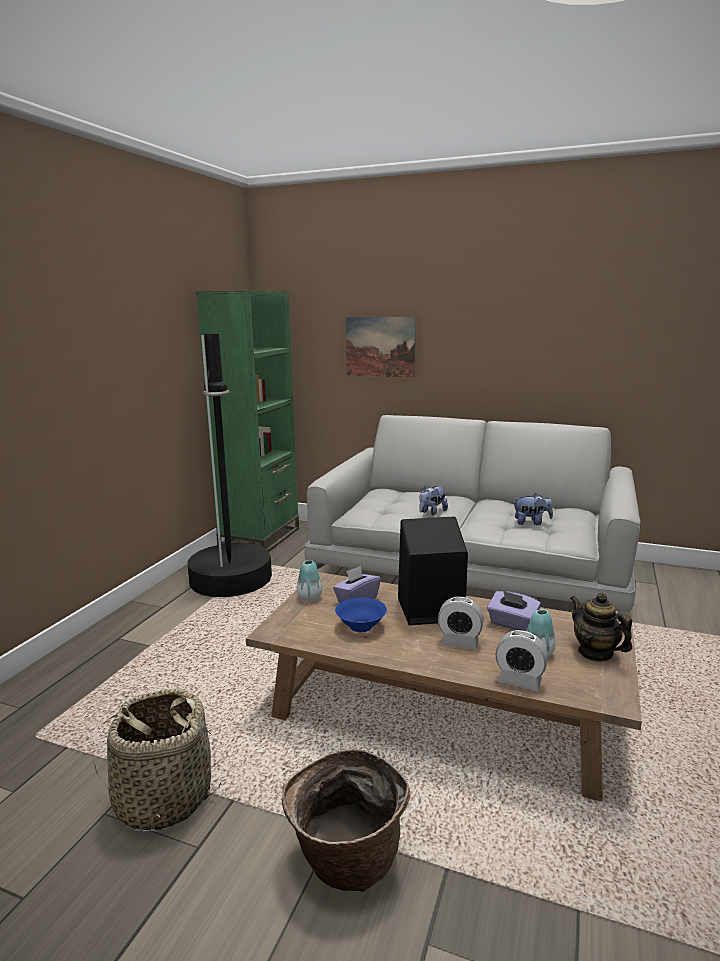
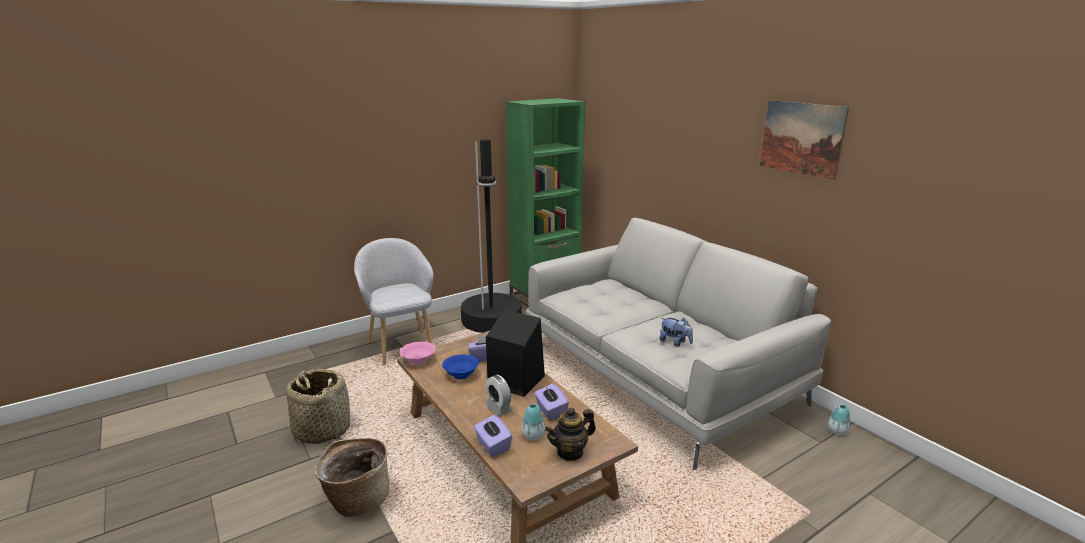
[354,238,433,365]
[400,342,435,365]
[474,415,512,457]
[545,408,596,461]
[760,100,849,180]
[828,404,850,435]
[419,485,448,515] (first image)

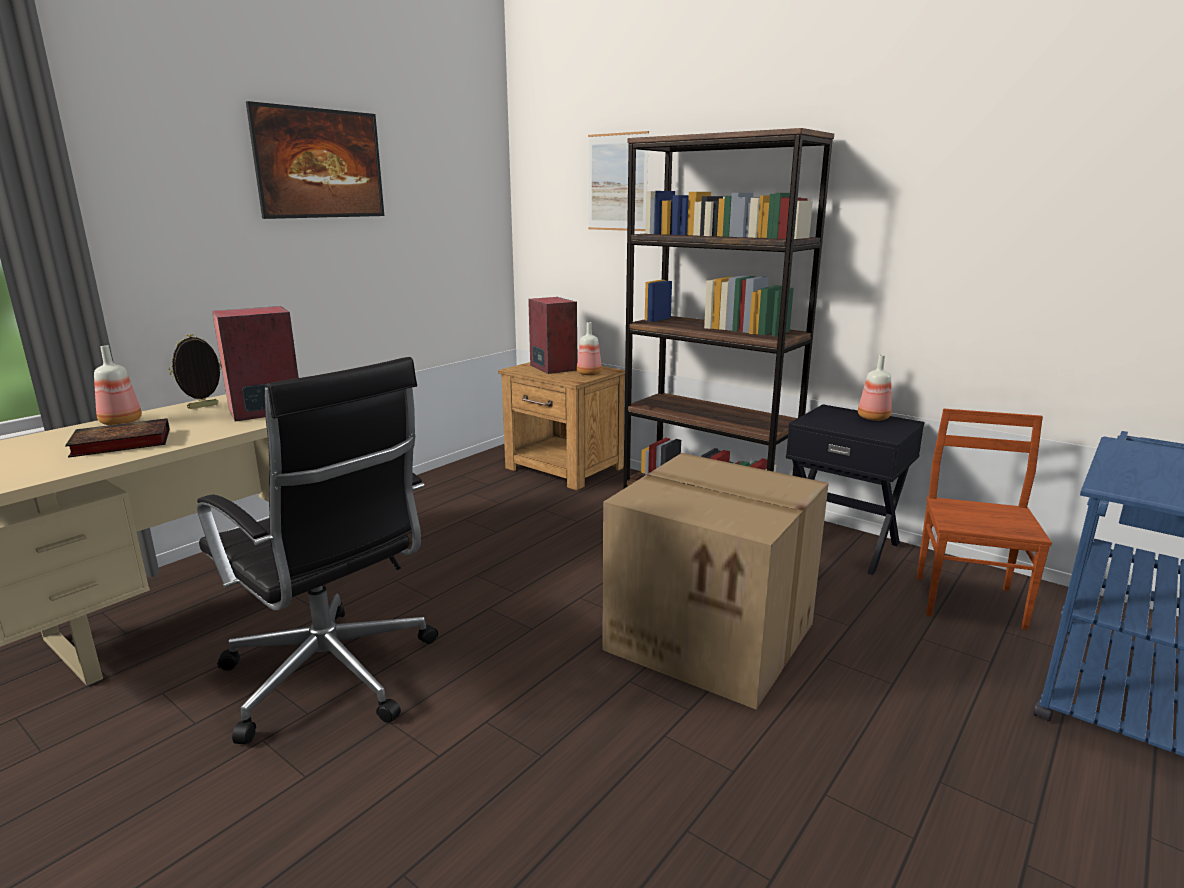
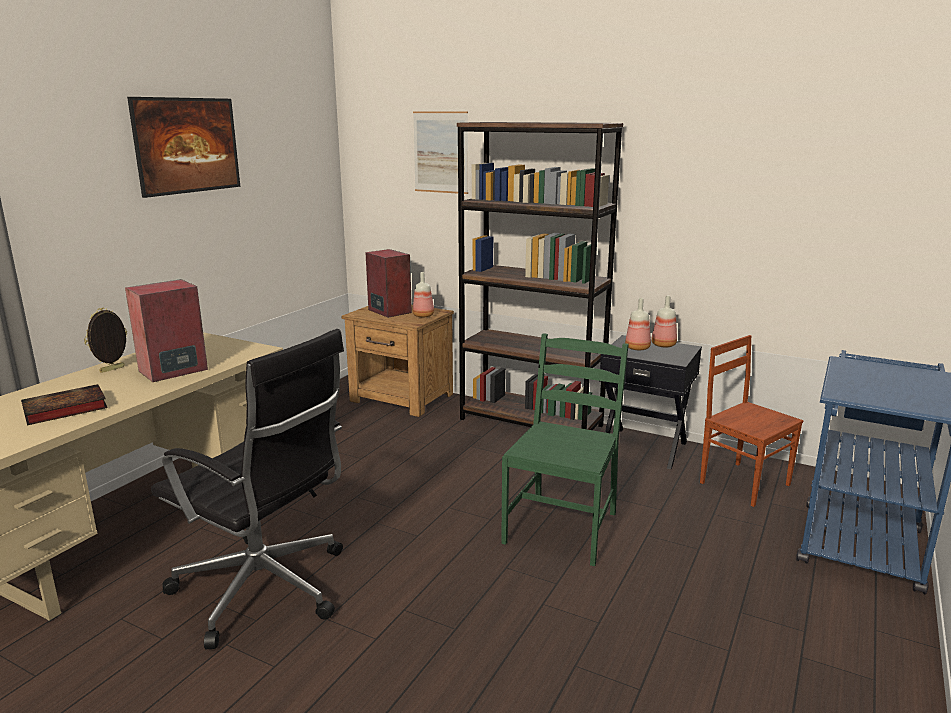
[501,333,629,566]
[625,298,651,350]
[700,335,803,507]

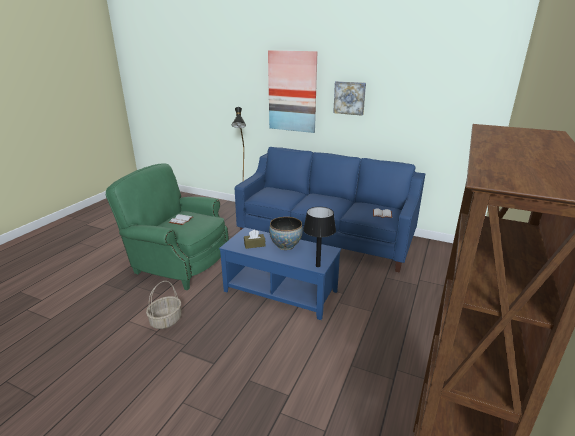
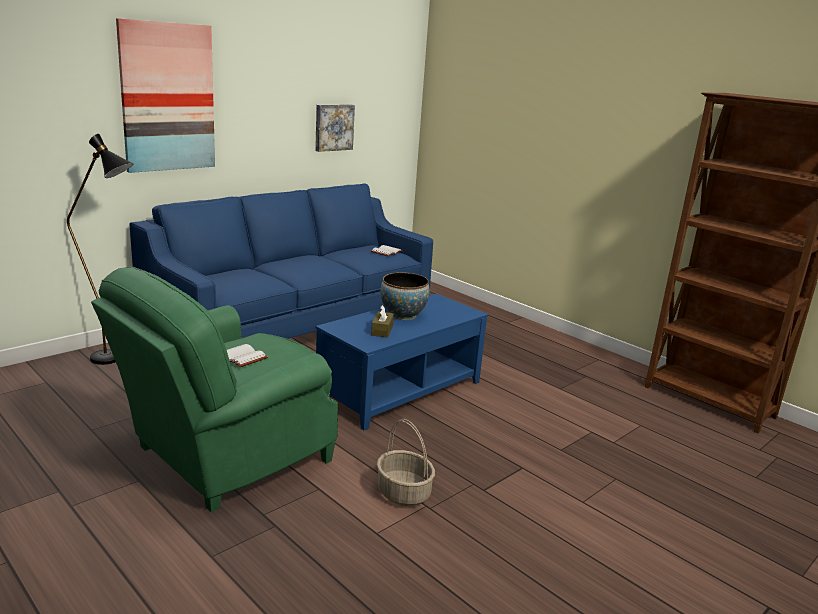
[315,105,355,152]
[303,207,336,267] (first image)

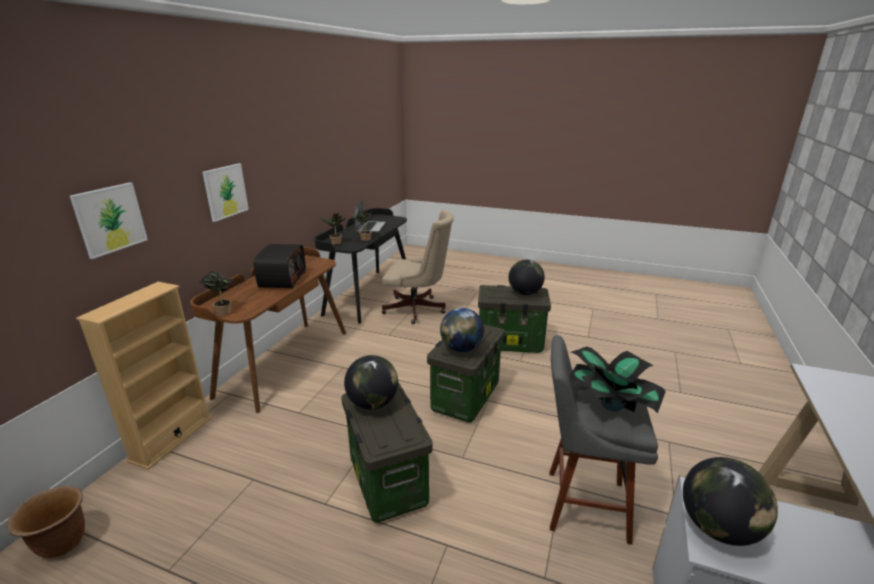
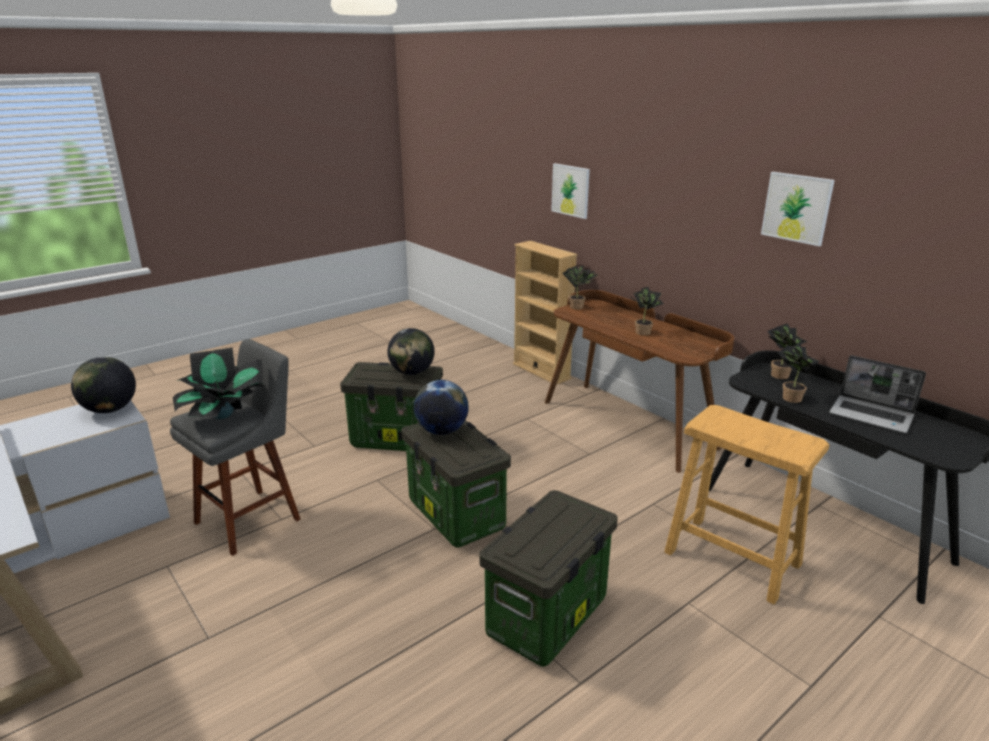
[631,287,664,336]
[664,405,829,605]
[761,172,835,246]
[6,486,85,558] (first image)
[509,260,545,295] (first image)

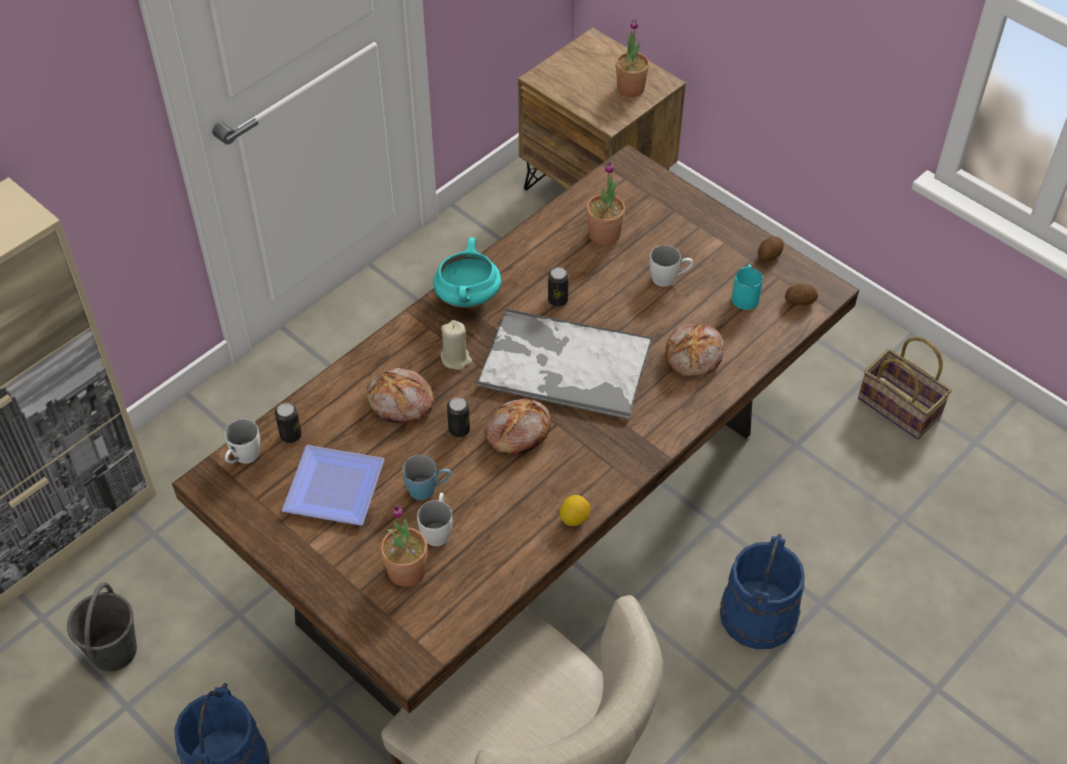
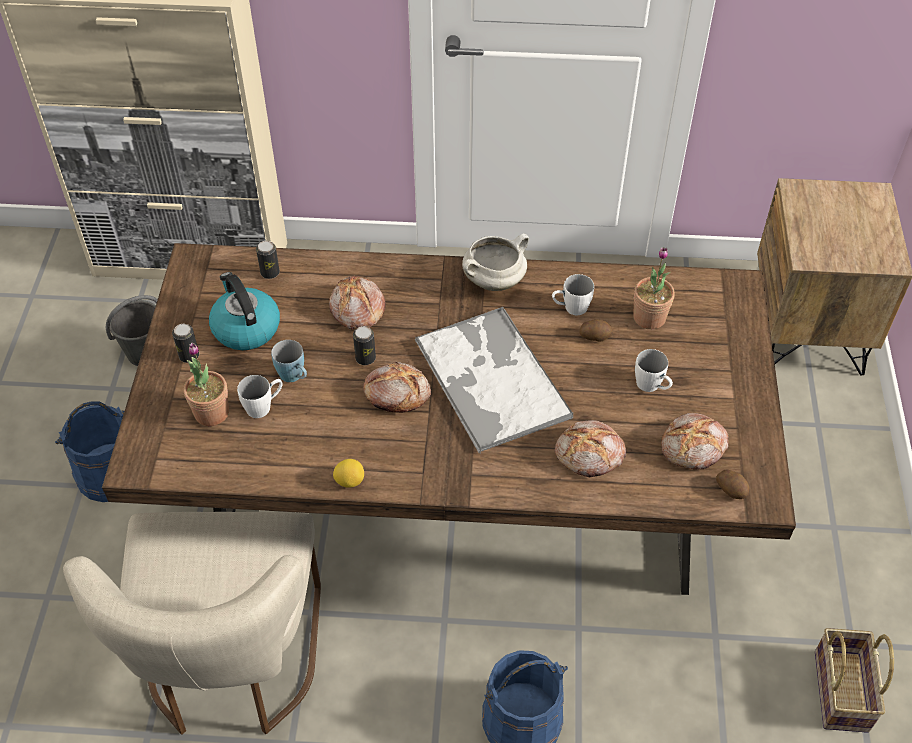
[172,324,199,363]
[209,272,280,350]
[462,234,529,291]
[552,274,594,315]
[580,319,613,341]
[661,413,729,470]
[440,320,472,370] (first image)
[616,19,649,97] (first image)

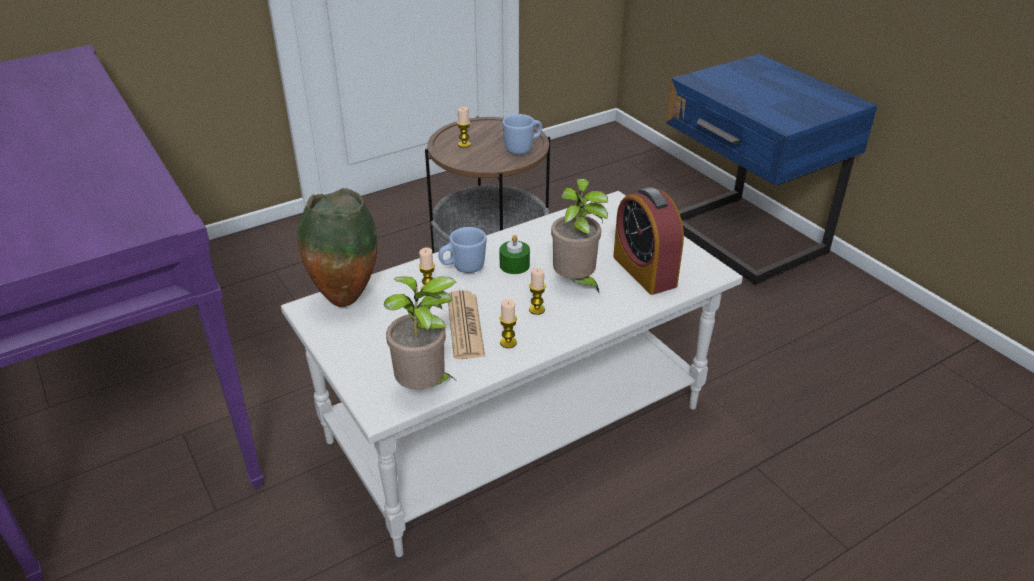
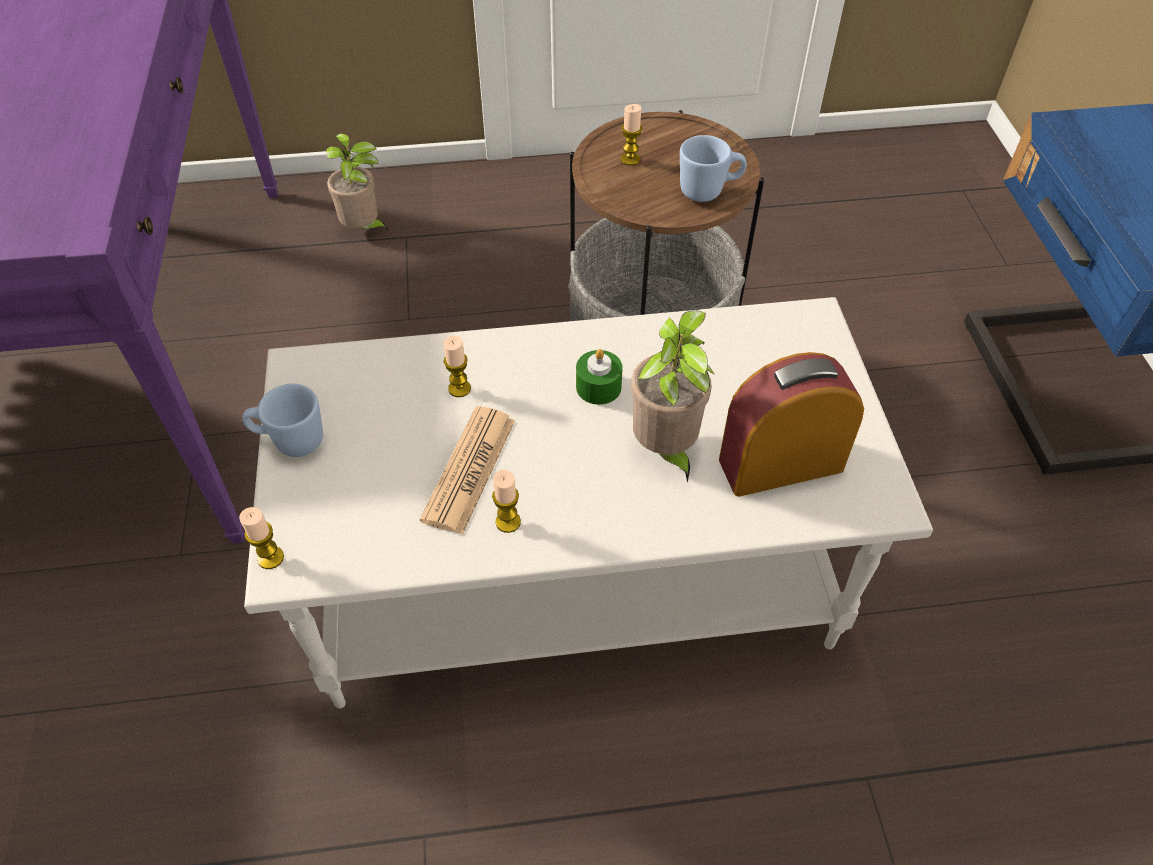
[239,507,284,569]
[242,384,323,457]
[326,133,389,230]
[719,352,864,497]
[298,188,377,307] (first image)

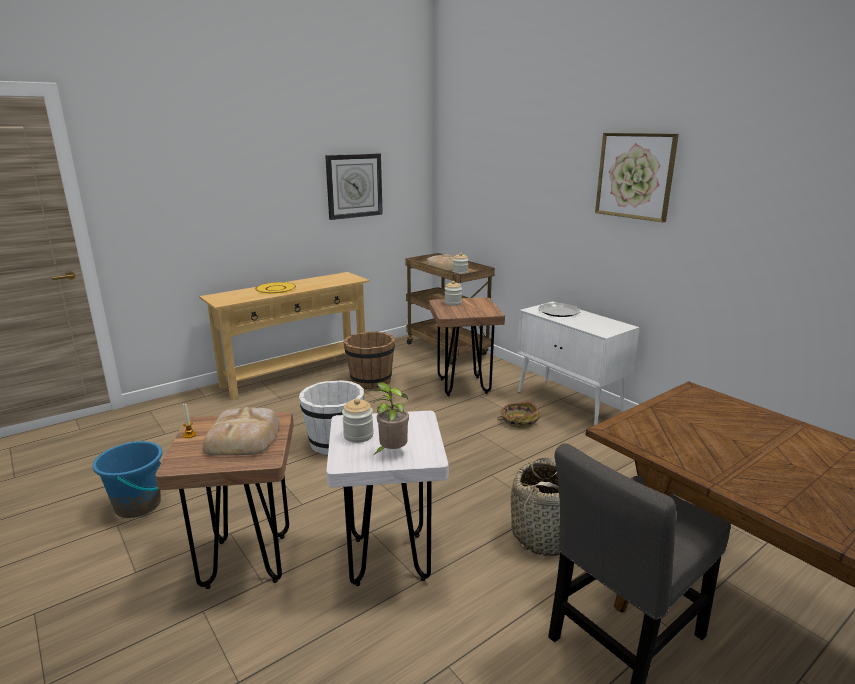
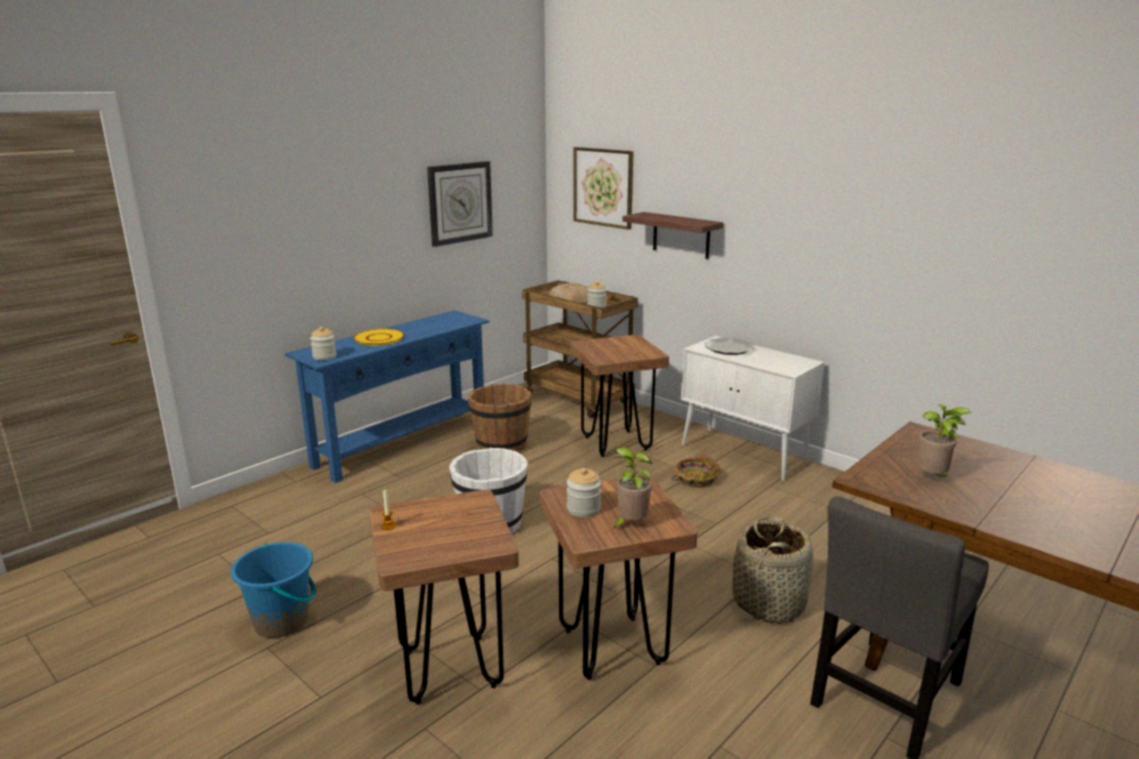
[285,310,489,483]
[310,327,336,360]
[540,475,697,680]
[573,147,634,230]
[622,212,723,259]
[916,404,971,479]
[202,407,280,455] (first image)

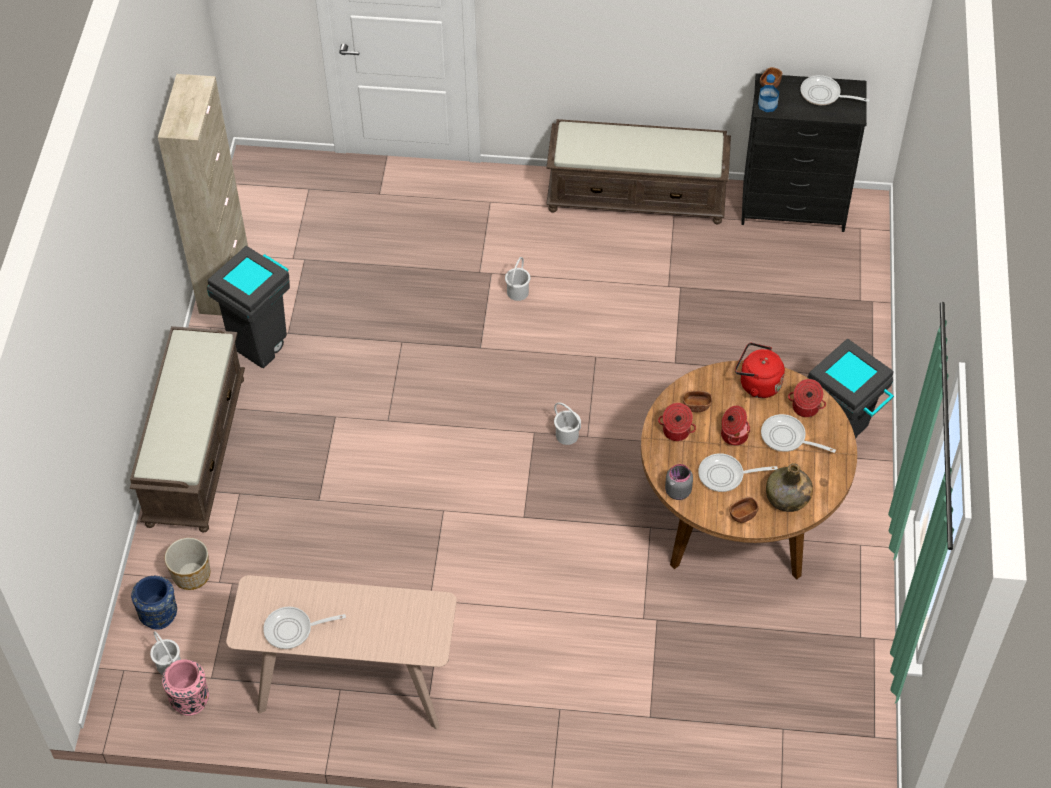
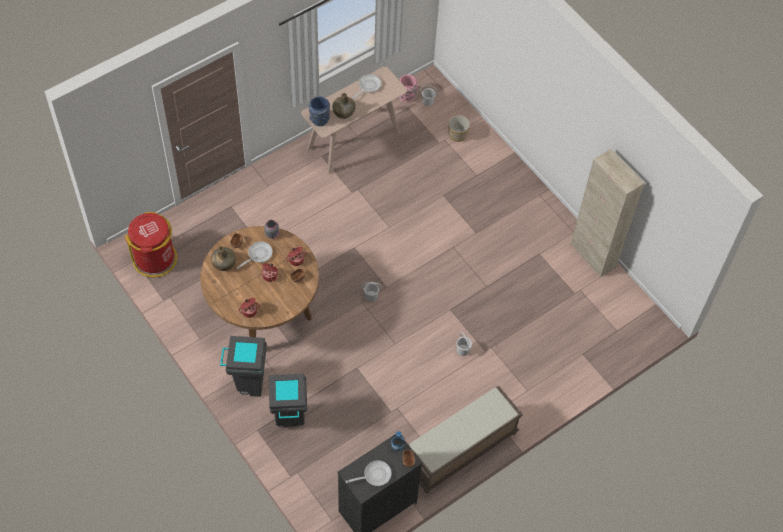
[125,212,177,277]
[269,374,307,427]
[308,97,330,126]
[332,93,356,119]
[130,326,245,532] (first image)
[735,342,785,398] (first image)
[761,414,836,453] (first image)

